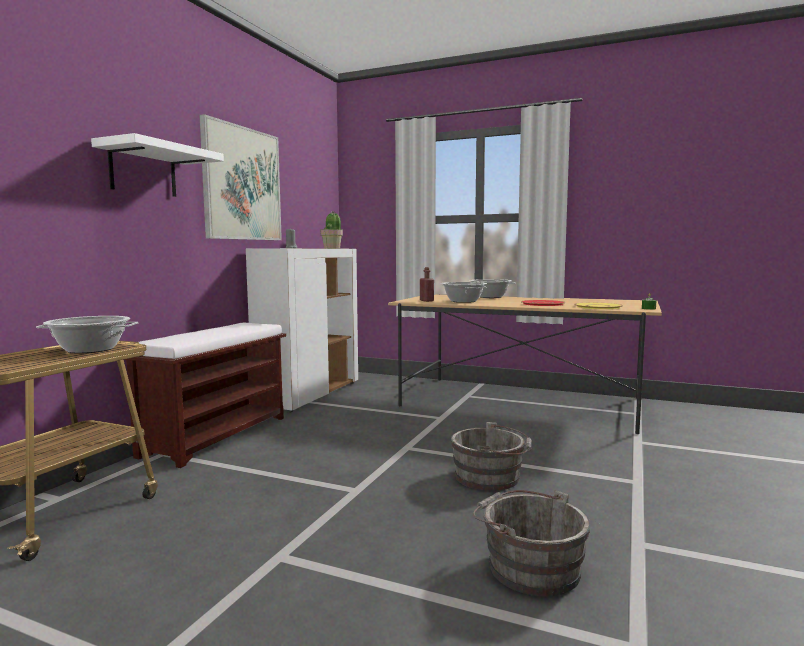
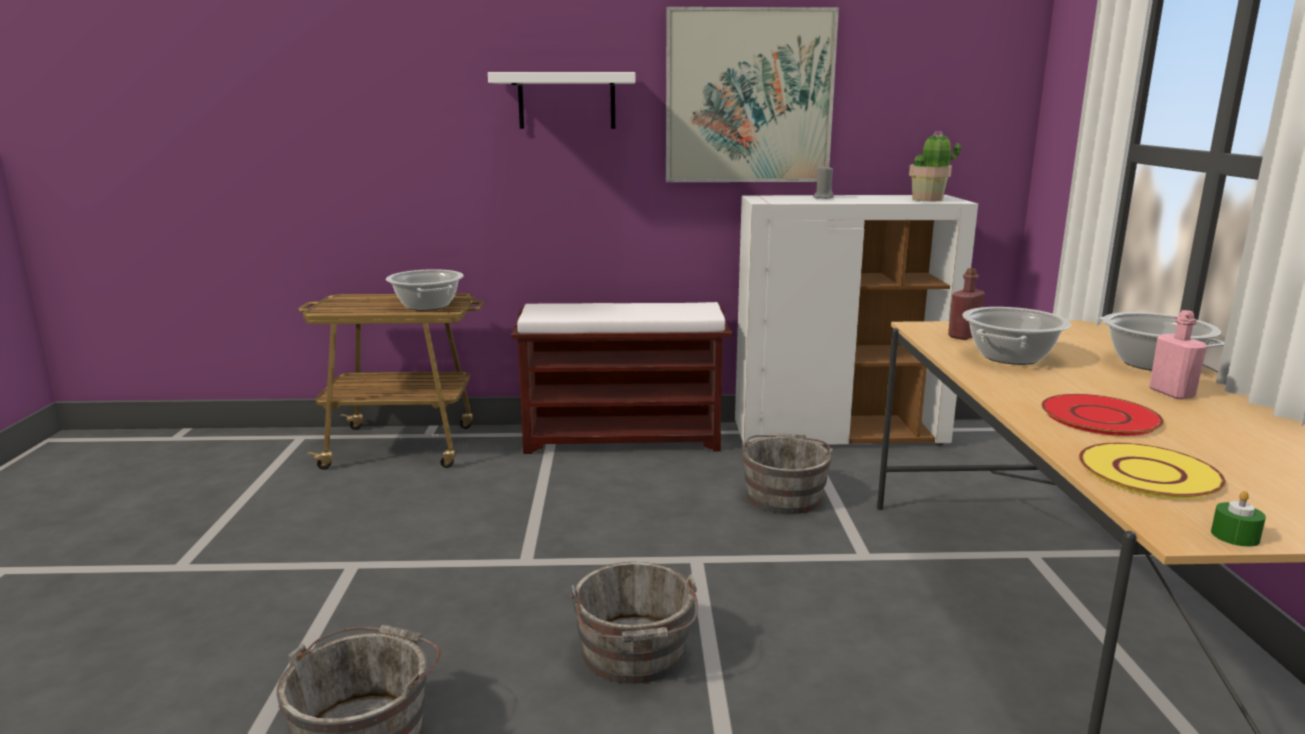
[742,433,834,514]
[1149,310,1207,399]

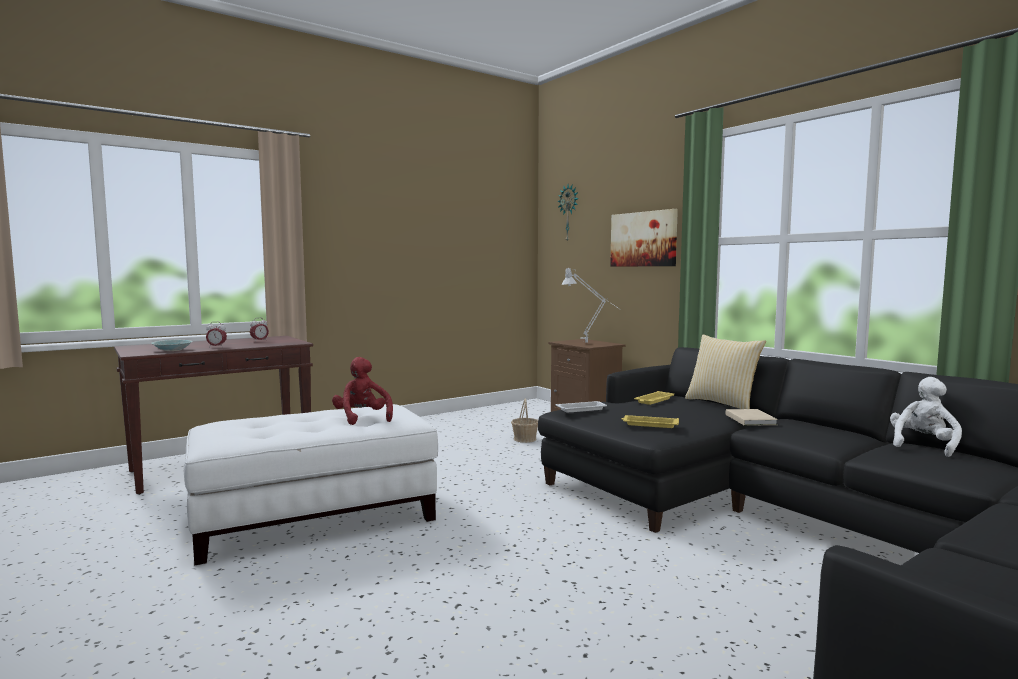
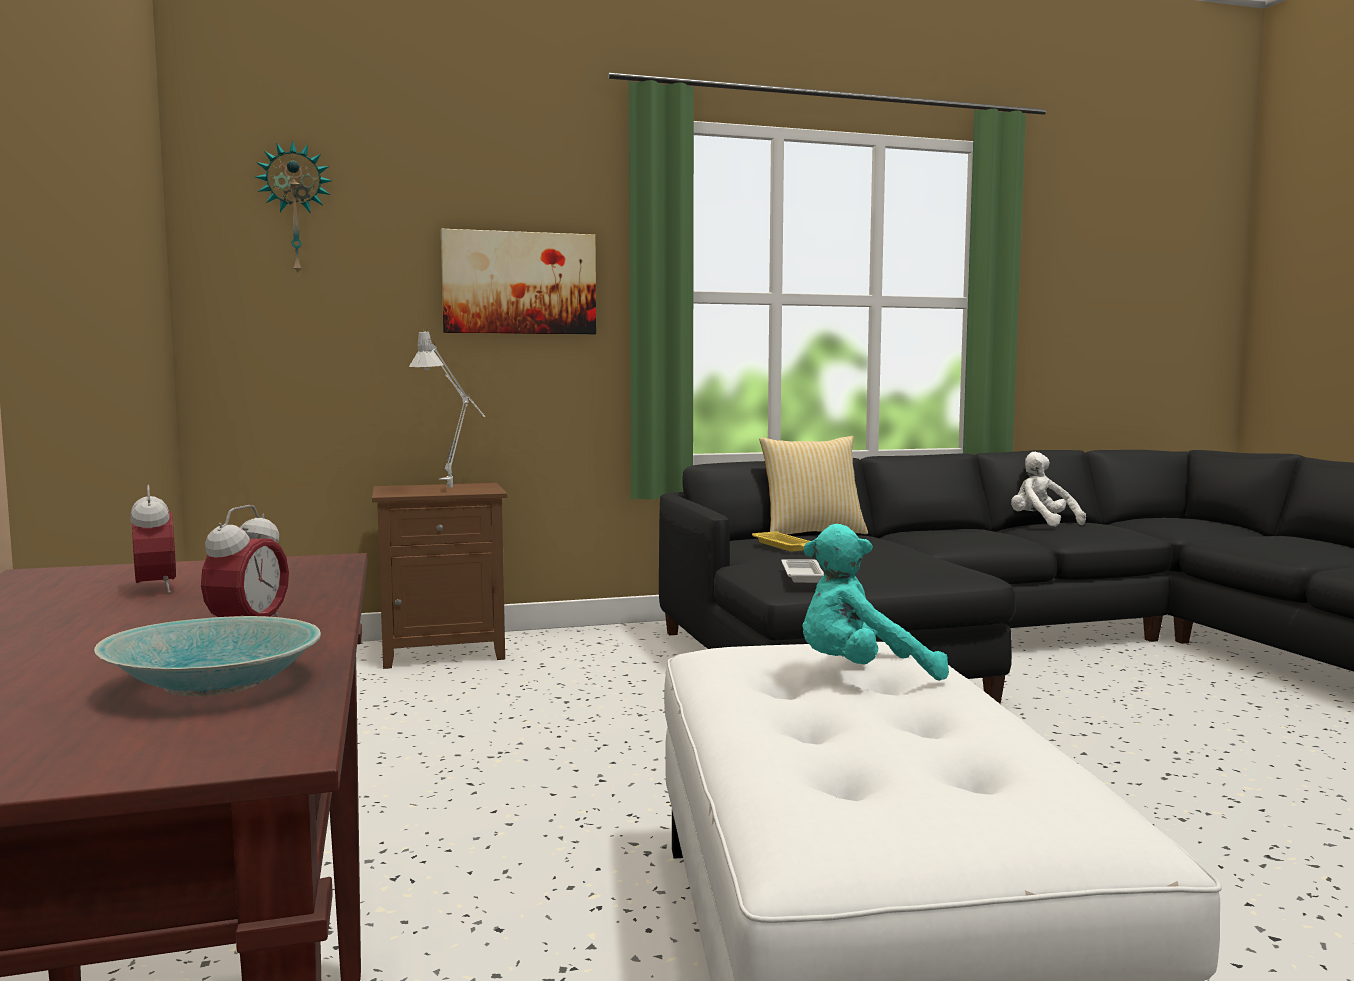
[802,524,949,681]
[511,398,538,443] (first image)
[622,415,679,428] (first image)
[726,409,778,426] (first image)

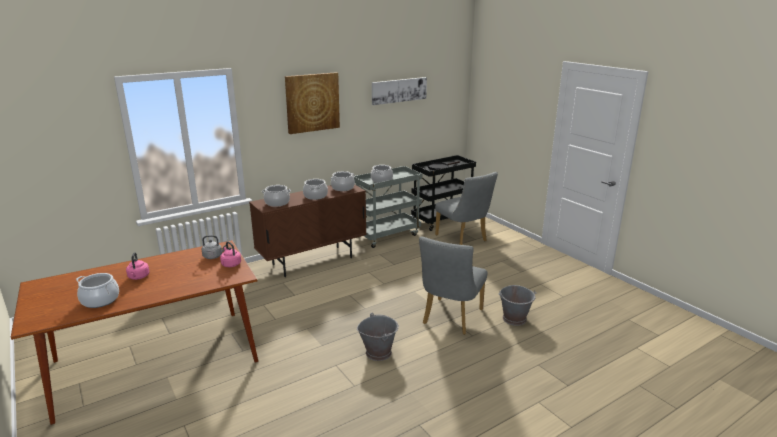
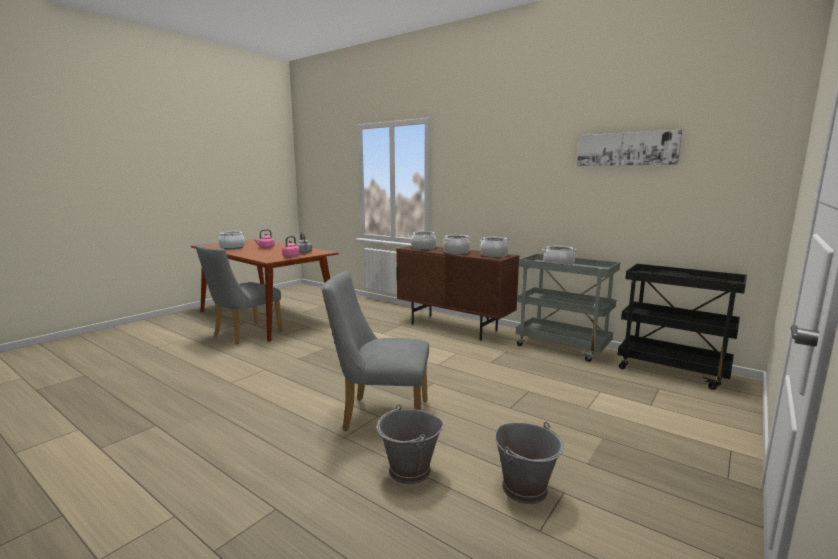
[196,244,283,344]
[495,422,564,504]
[285,72,340,134] (first image)

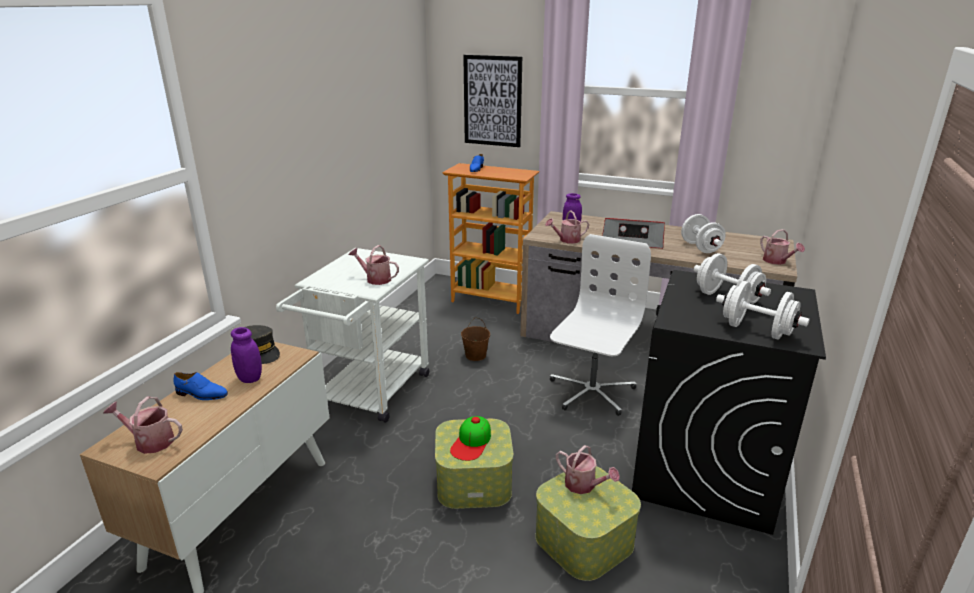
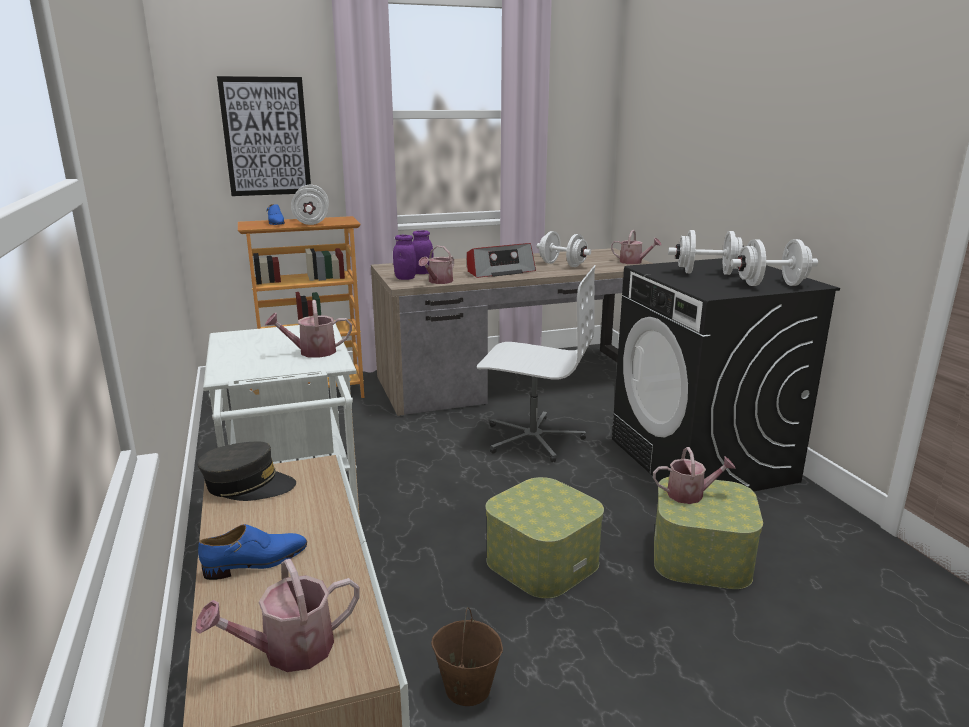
[291,185,329,225]
[393,235,417,280]
[431,607,503,706]
[477,265,596,462]
[450,416,491,461] (first image)

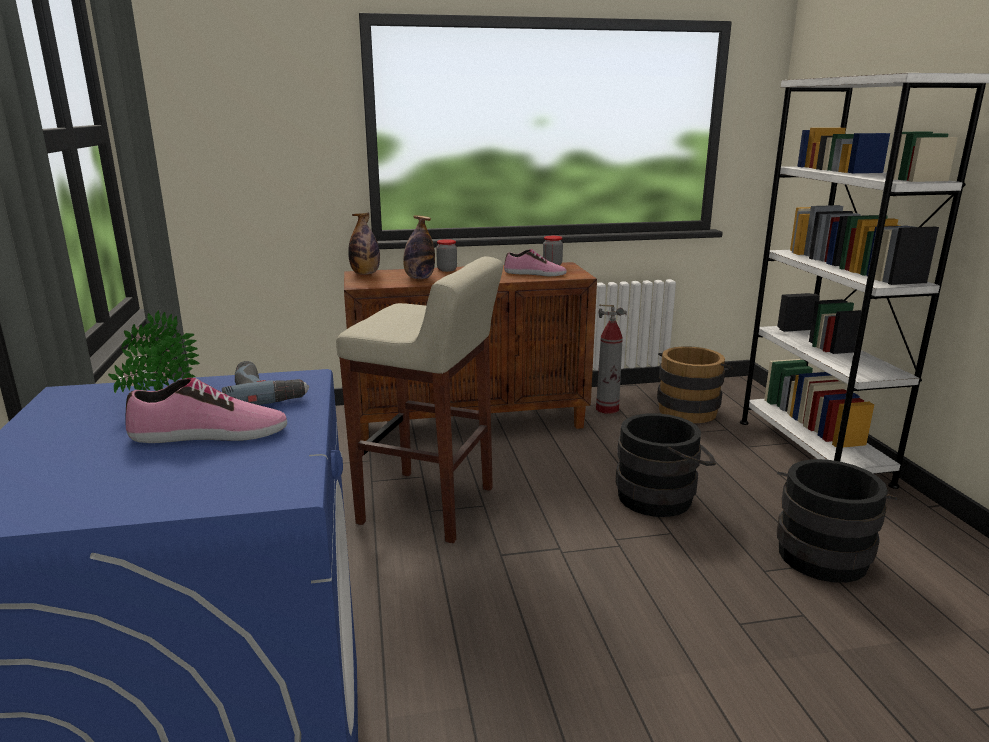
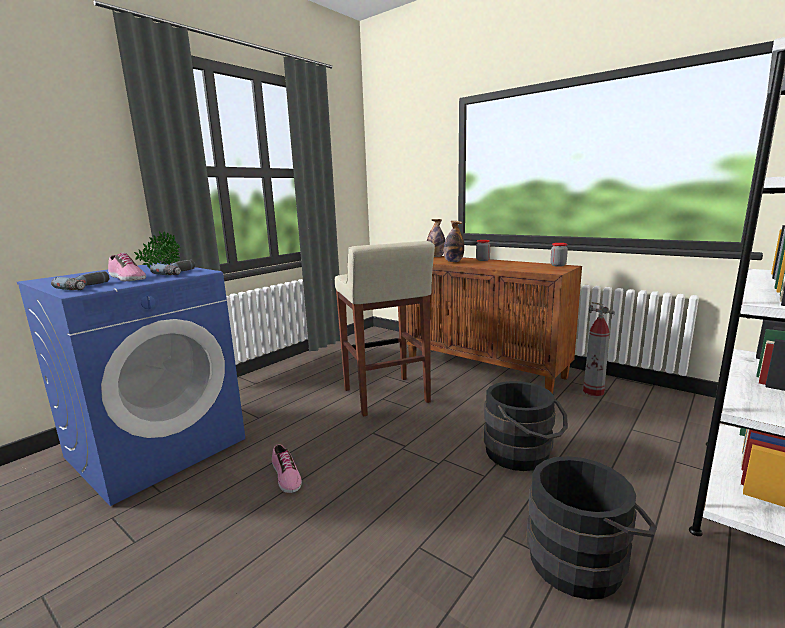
[51,271,109,290]
[272,444,302,493]
[657,346,733,423] (first image)

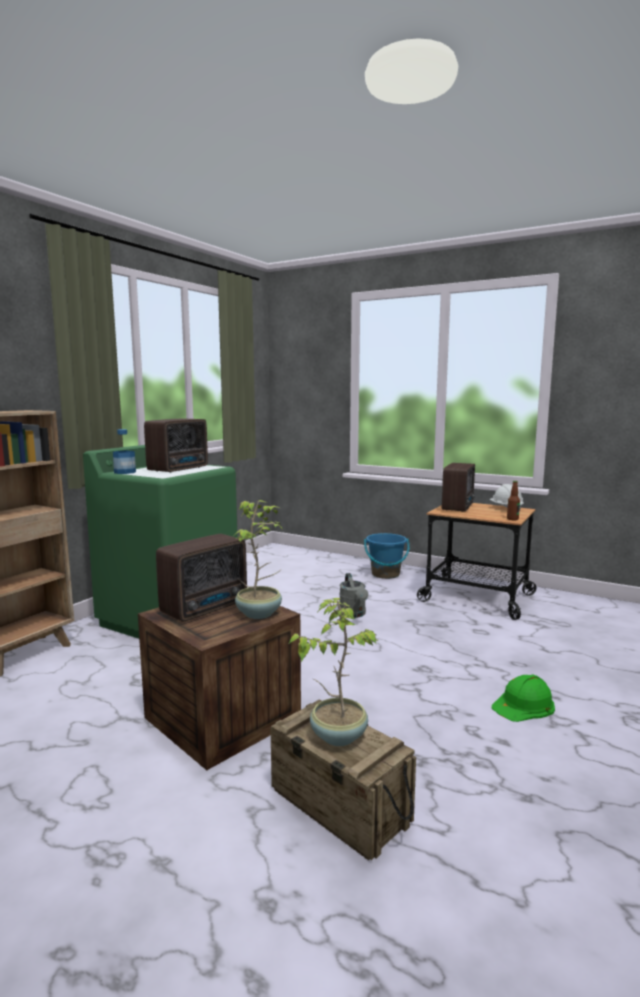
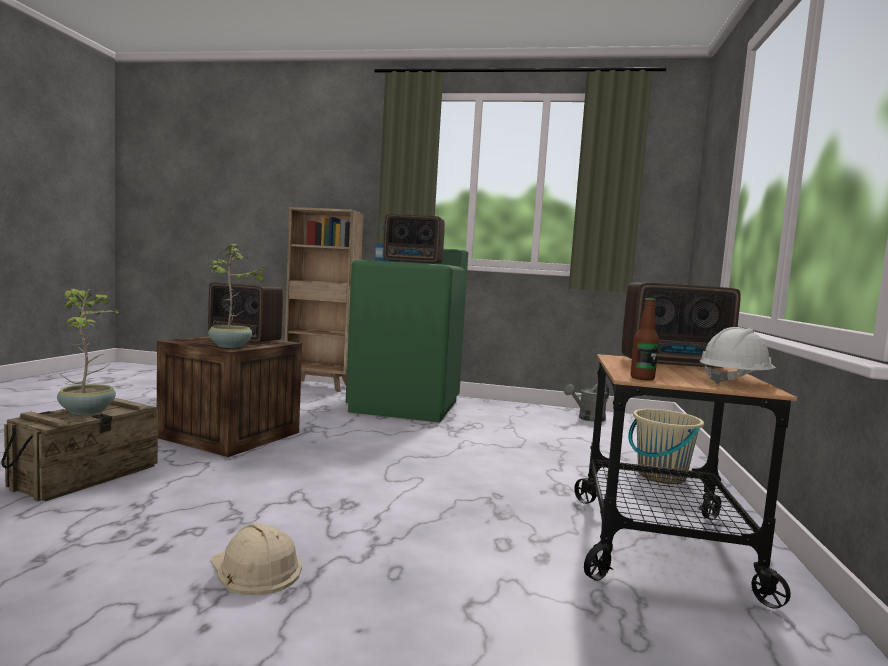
[210,522,302,595]
[564,383,609,422]
[628,409,704,484]

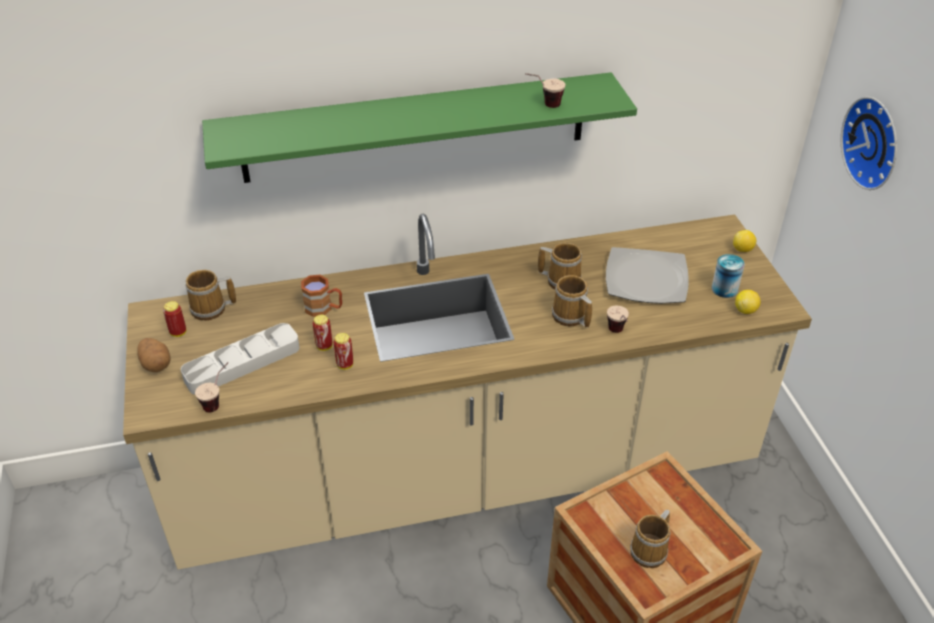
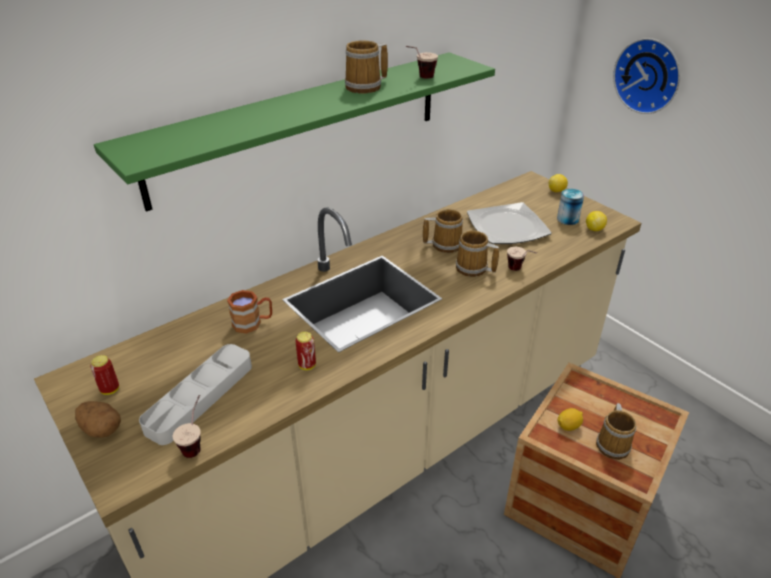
[345,40,388,94]
[557,408,583,431]
[313,315,332,351] (first image)

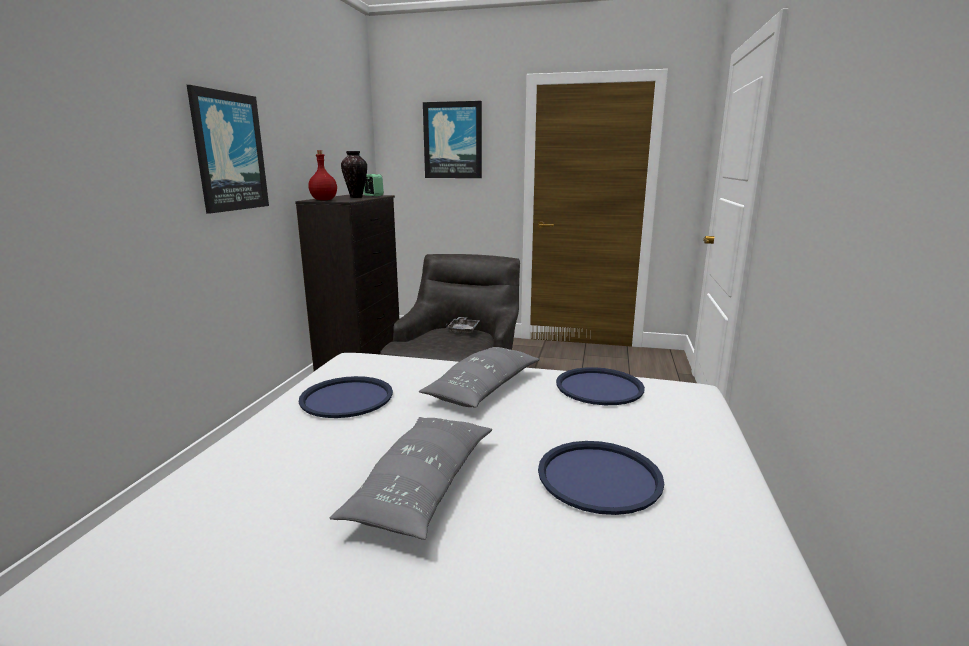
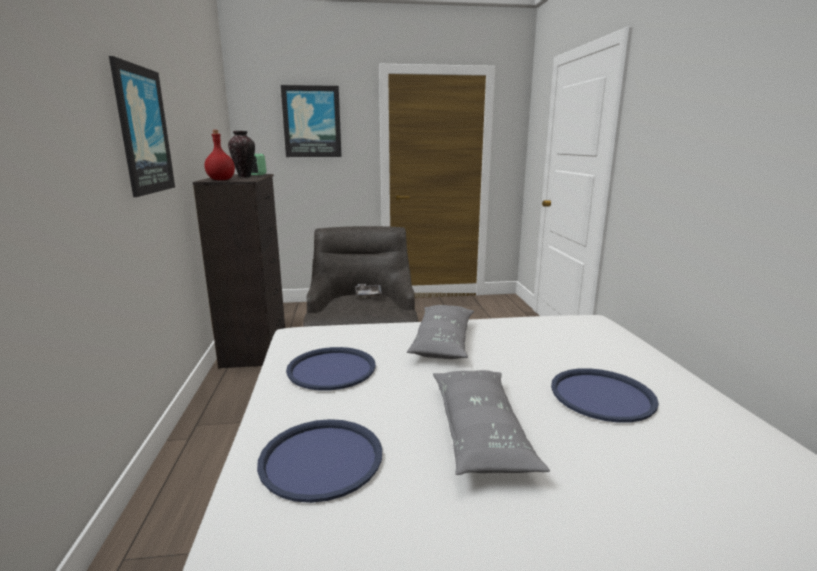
[257,419,382,503]

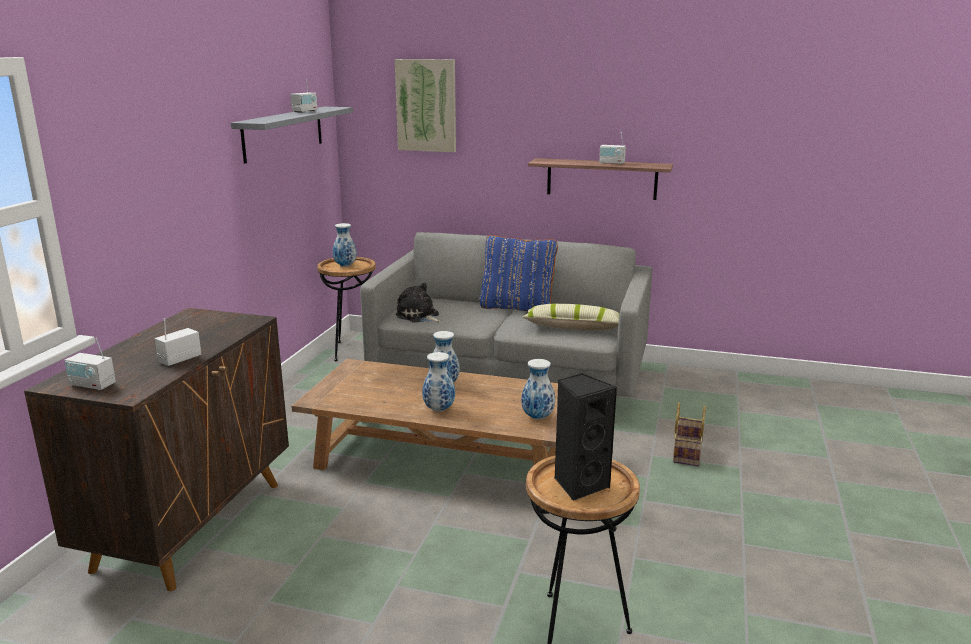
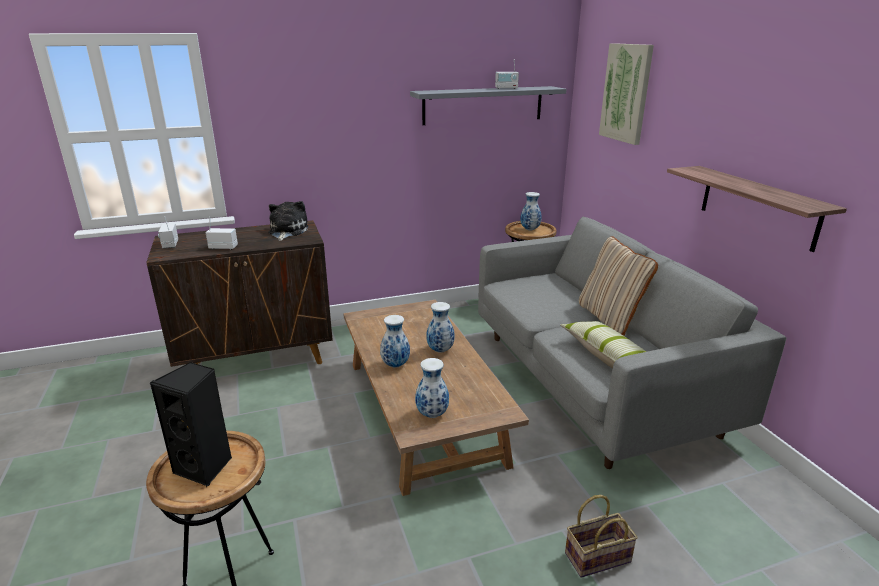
[268,201,309,241]
[579,236,658,336]
[599,132,626,165] (first image)

